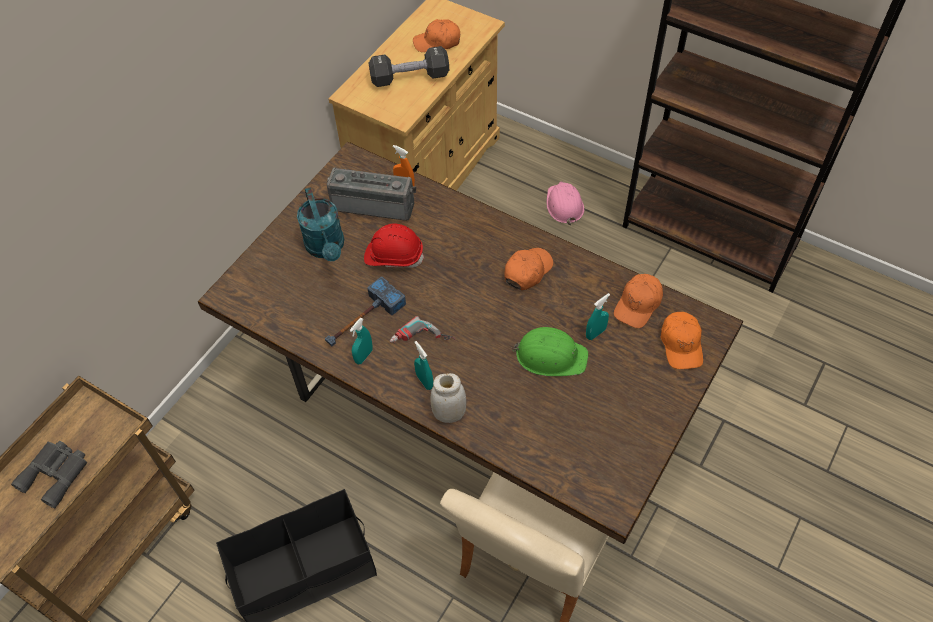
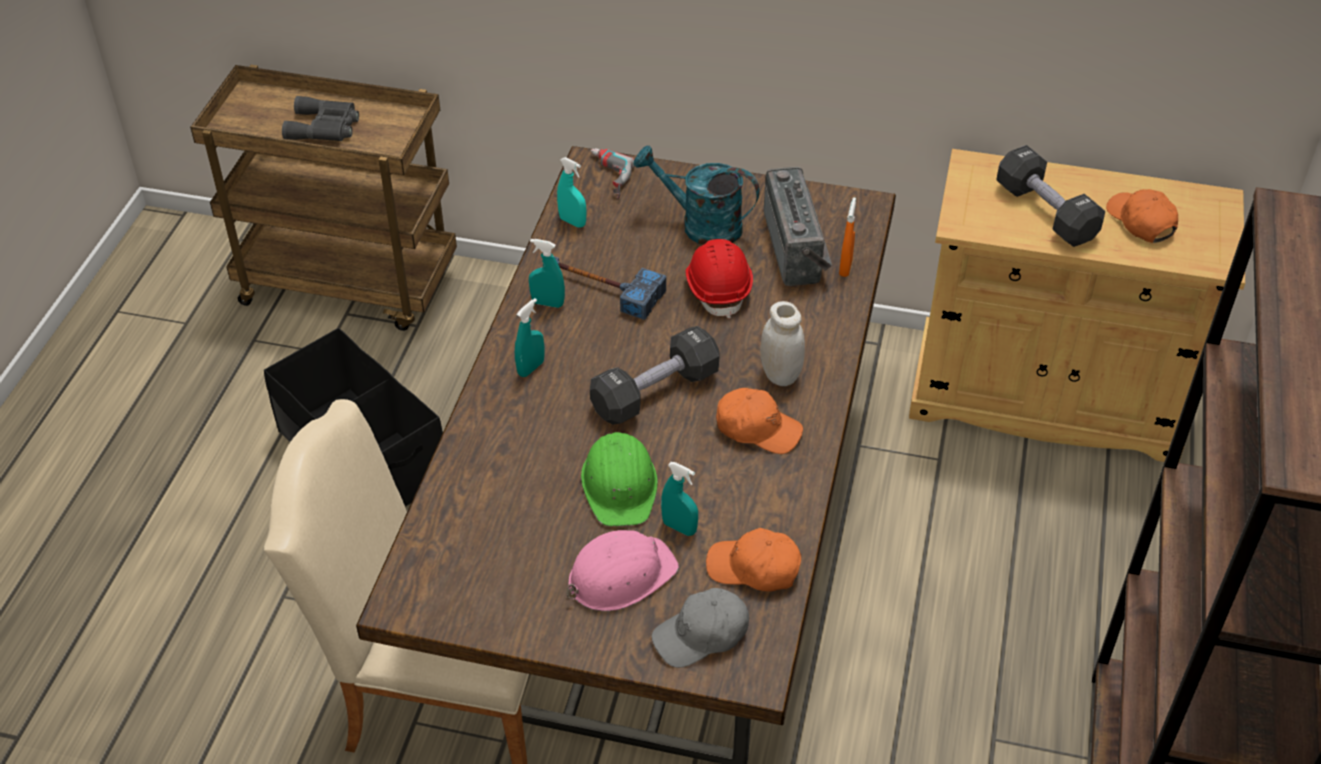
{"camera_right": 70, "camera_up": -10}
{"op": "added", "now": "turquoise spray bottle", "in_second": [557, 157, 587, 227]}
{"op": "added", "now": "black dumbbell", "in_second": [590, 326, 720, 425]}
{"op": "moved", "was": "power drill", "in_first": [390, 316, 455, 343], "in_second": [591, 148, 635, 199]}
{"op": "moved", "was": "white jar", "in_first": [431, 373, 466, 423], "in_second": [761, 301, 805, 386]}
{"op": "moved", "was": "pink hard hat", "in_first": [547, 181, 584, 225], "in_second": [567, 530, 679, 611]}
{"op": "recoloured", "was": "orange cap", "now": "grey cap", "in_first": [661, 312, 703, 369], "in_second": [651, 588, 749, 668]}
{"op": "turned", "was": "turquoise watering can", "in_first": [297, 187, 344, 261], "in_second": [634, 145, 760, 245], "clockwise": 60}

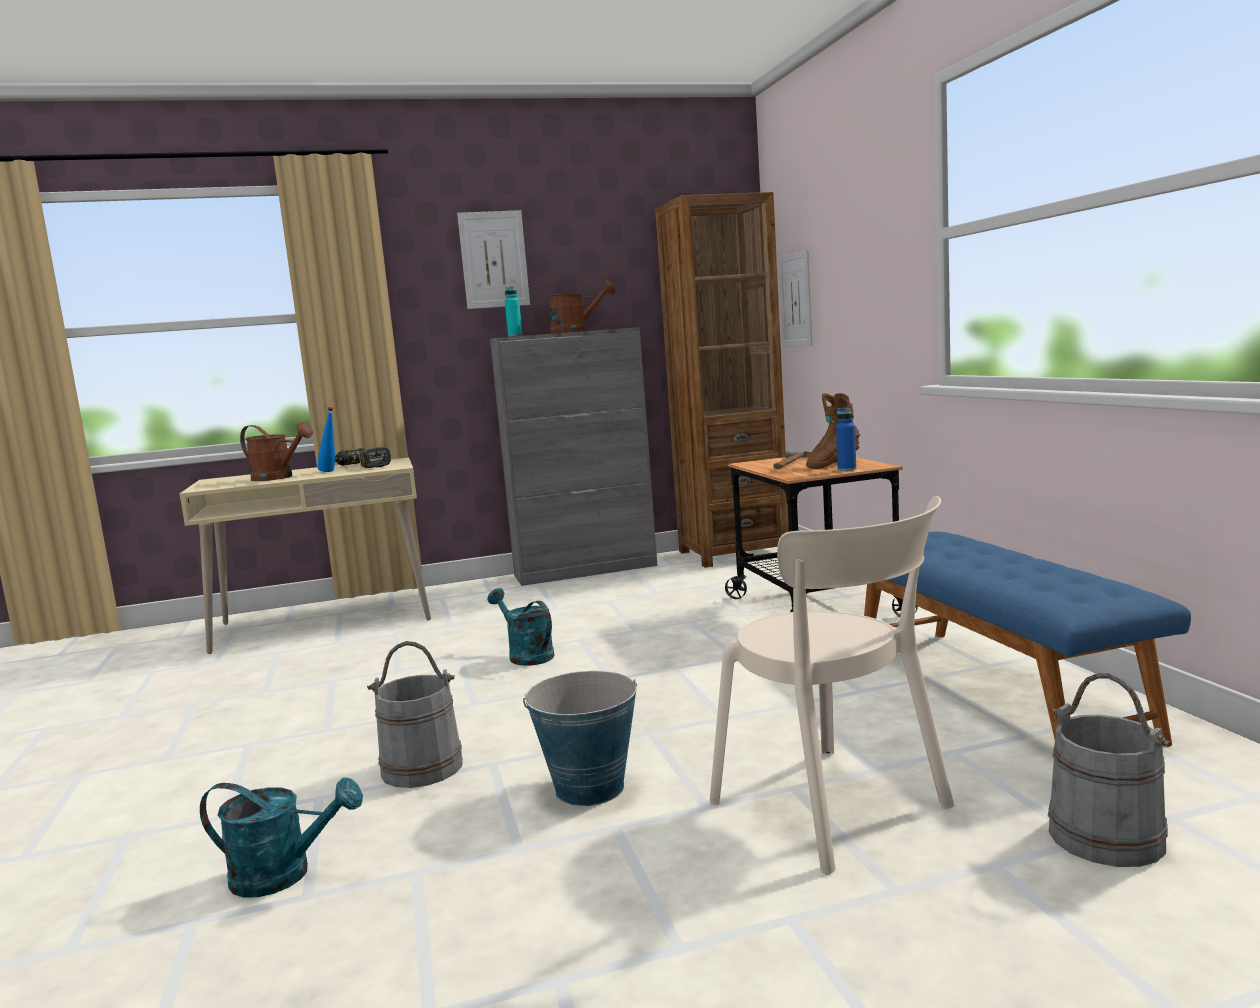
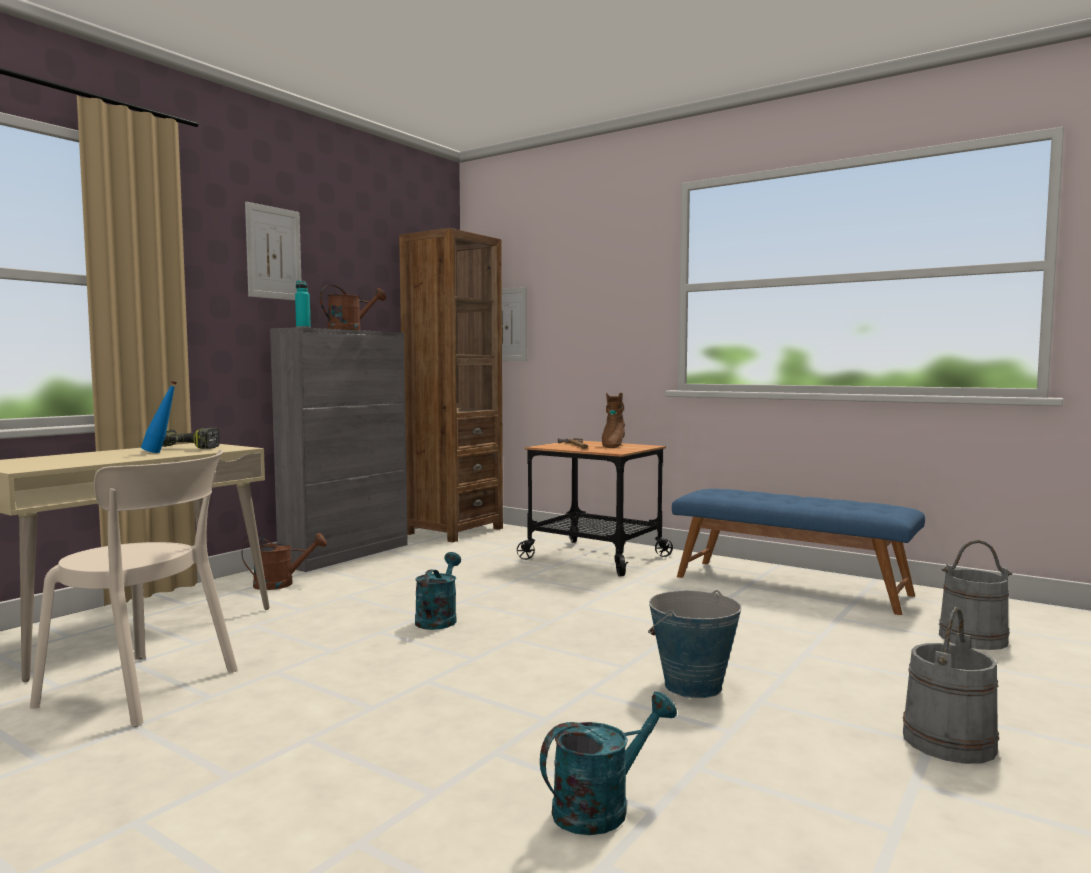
{"camera_right": -40, "camera_up": -5}
{"op": "removed", "was": "blue bottle", "in_first": [836, 408, 856, 471]}
{"op": "moved", "was": "brown watering can", "in_first": [240, 422, 313, 481], "in_second": [242, 533, 327, 590]}
{"op": "moved", "was": "grey bucket", "in_first": [367, 641, 463, 788], "in_second": [903, 607, 999, 764]}
{"op": "moved", "was": "beige chair", "in_first": [709, 496, 954, 874], "in_second": [30, 450, 238, 727]}
{"op": "turned", "was": "turquoise watering can", "in_first": [488, 588, 554, 666], "in_second": [415, 552, 461, 630], "clockwise": 90}

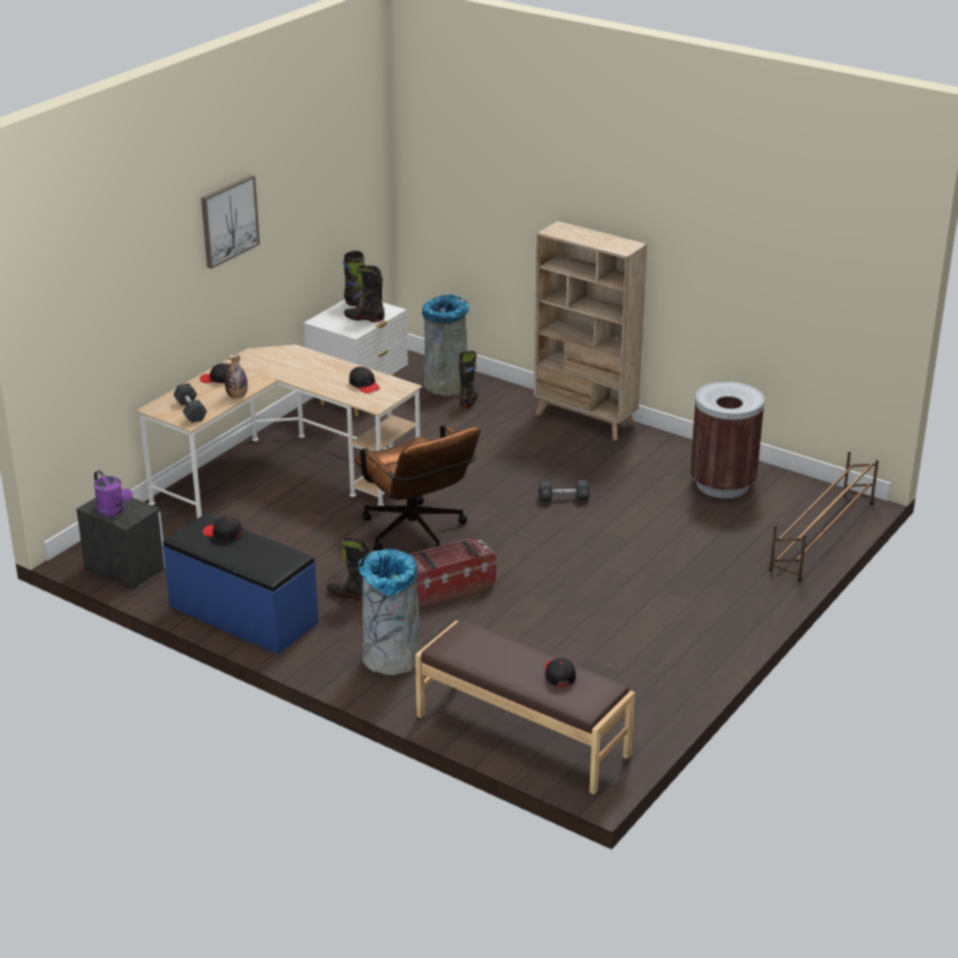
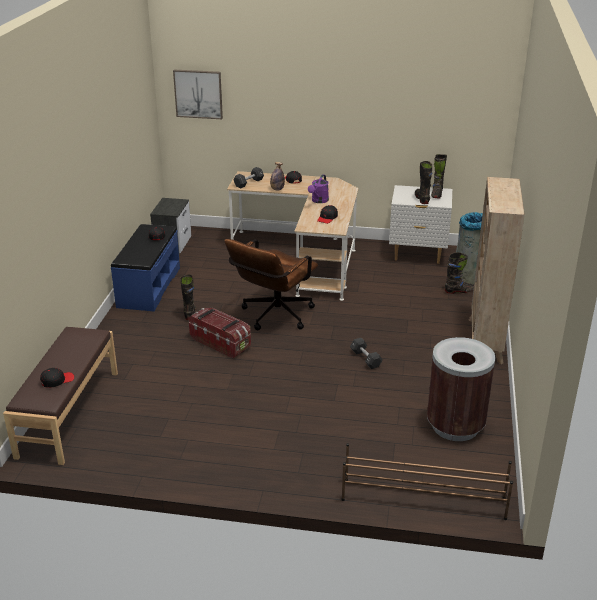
{"camera_right": 65, "camera_up": 0}
{"op": "removed", "was": "grey trash can", "in_first": [358, 549, 421, 675]}
{"op": "moved", "was": "purple watering can", "in_first": [94, 470, 133, 516], "in_second": [308, 174, 329, 203]}
{"op": "moved", "was": "picture", "in_first": [201, 175, 260, 269], "in_second": [173, 70, 223, 119]}

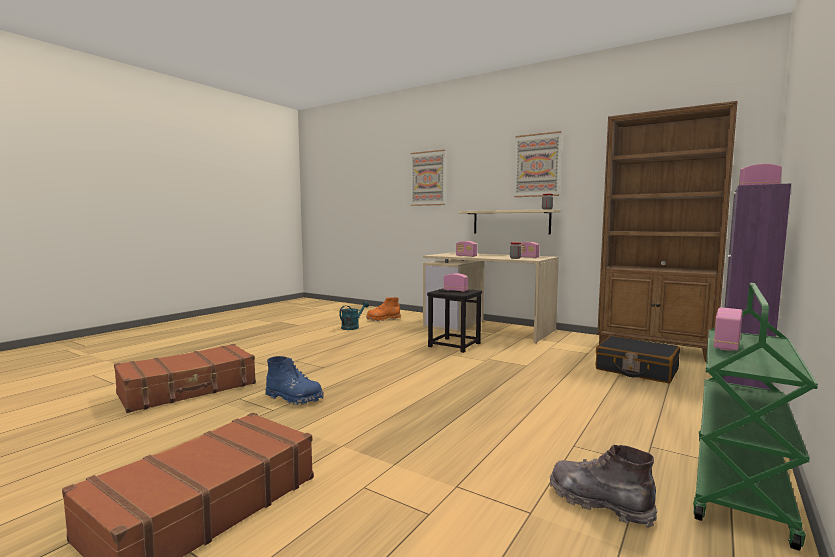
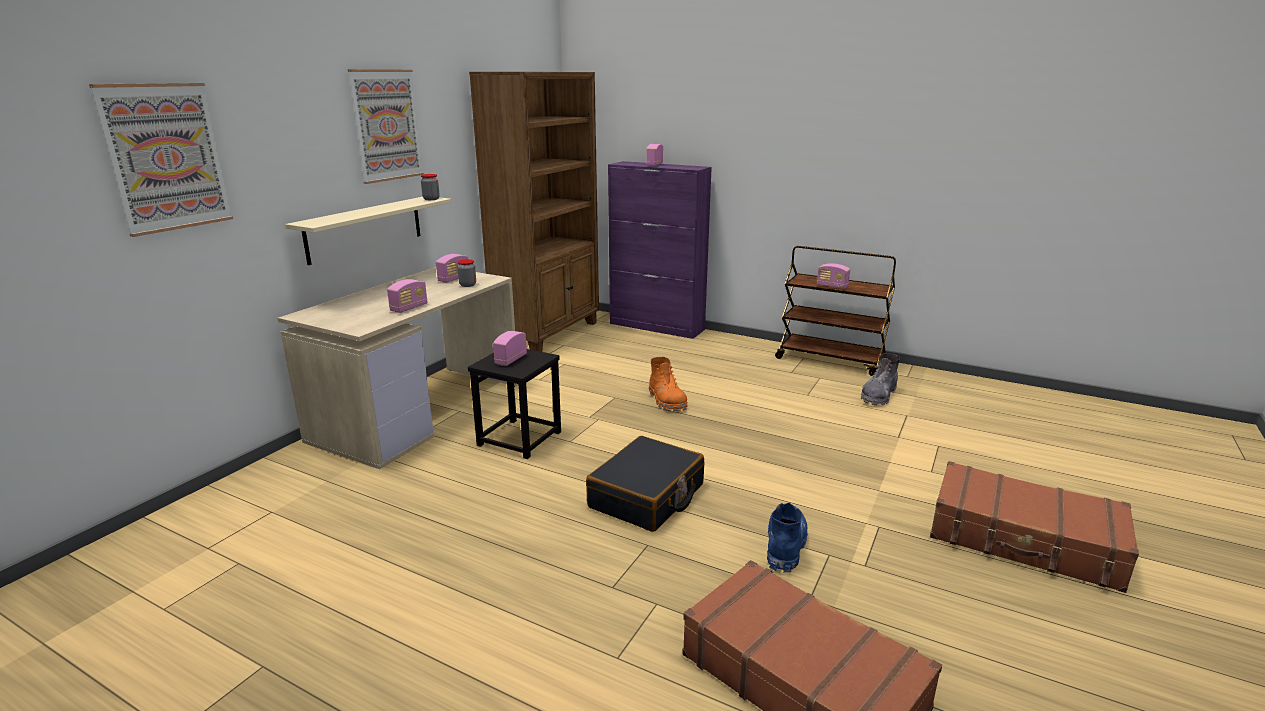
{"camera_right": -95, "camera_up": 15}
{"op": "removed", "was": "turquoise watering can", "in_first": [339, 301, 369, 330]}
{"op": "moved", "was": "orange boot", "in_first": [367, 297, 401, 321], "in_second": [649, 357, 688, 411]}
{"op": "moved", "was": "black suitcase", "in_first": [596, 336, 680, 383], "in_second": [586, 436, 704, 532]}
{"op": "recoloured", "was": "green cart", "now": "brown cart", "in_first": [693, 283, 818, 551], "in_second": [775, 246, 896, 376]}

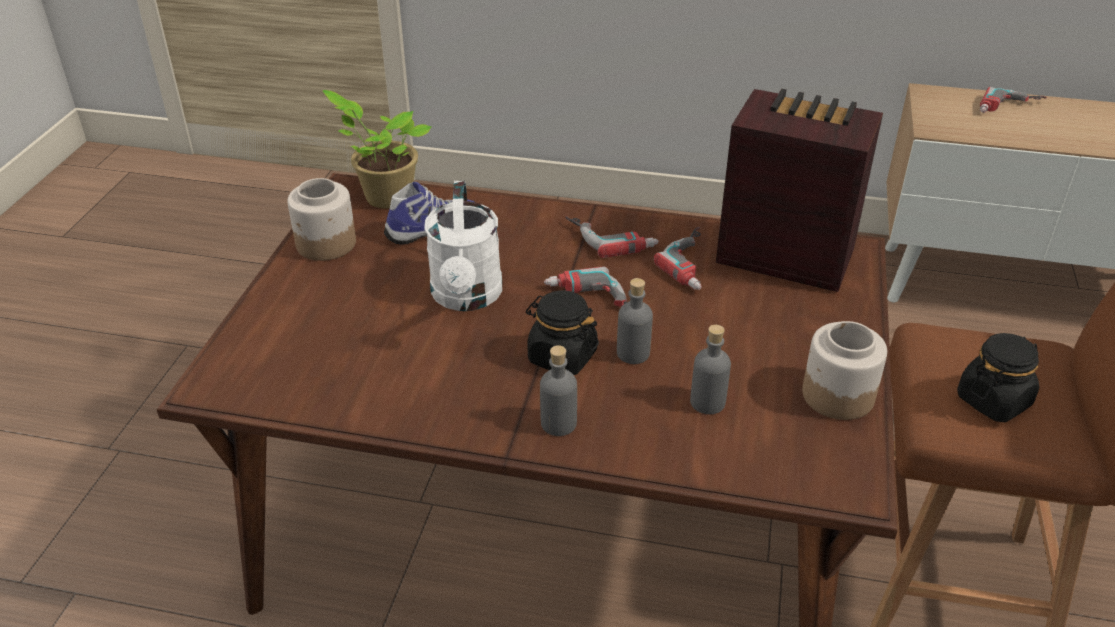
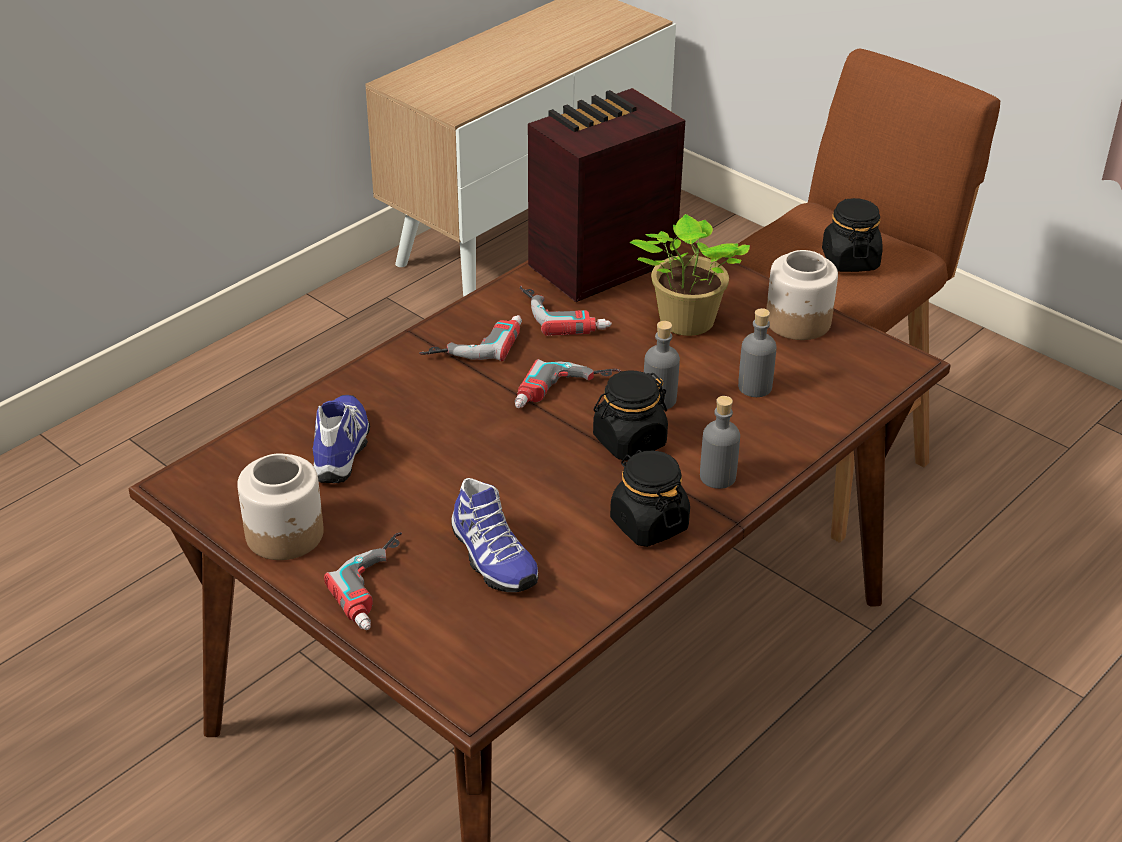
{"camera_right": -60, "camera_up": 0}
{"op": "removed", "was": "white watering can", "in_first": [424, 181, 502, 311]}
{"op": "added", "now": "shoe", "in_second": [452, 478, 538, 592]}
{"op": "added", "now": "black jar", "in_second": [610, 450, 690, 547]}
{"op": "moved", "was": "potted plant", "in_first": [323, 90, 432, 208], "in_second": [629, 214, 750, 336]}
{"op": "moved", "was": "power drill", "in_first": [980, 86, 1047, 113], "in_second": [324, 532, 402, 630]}

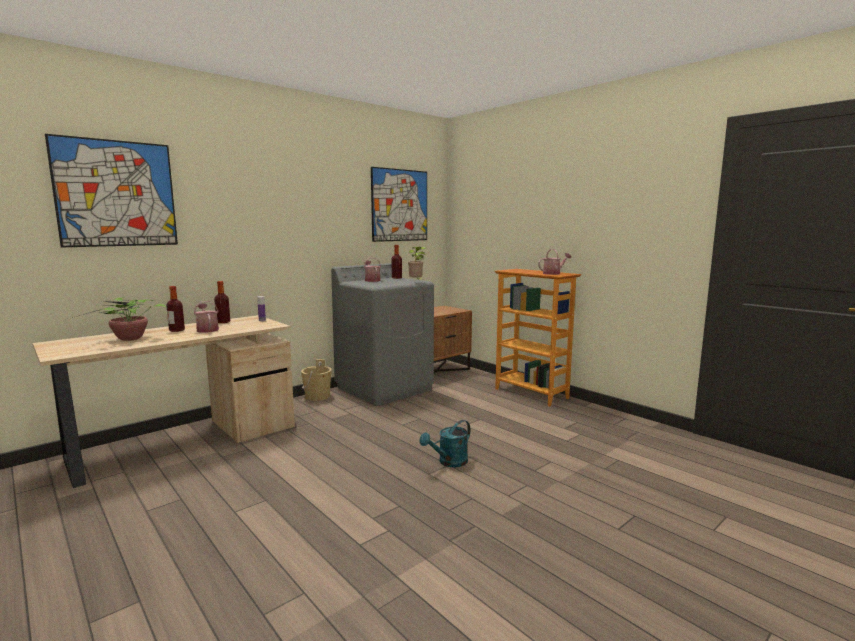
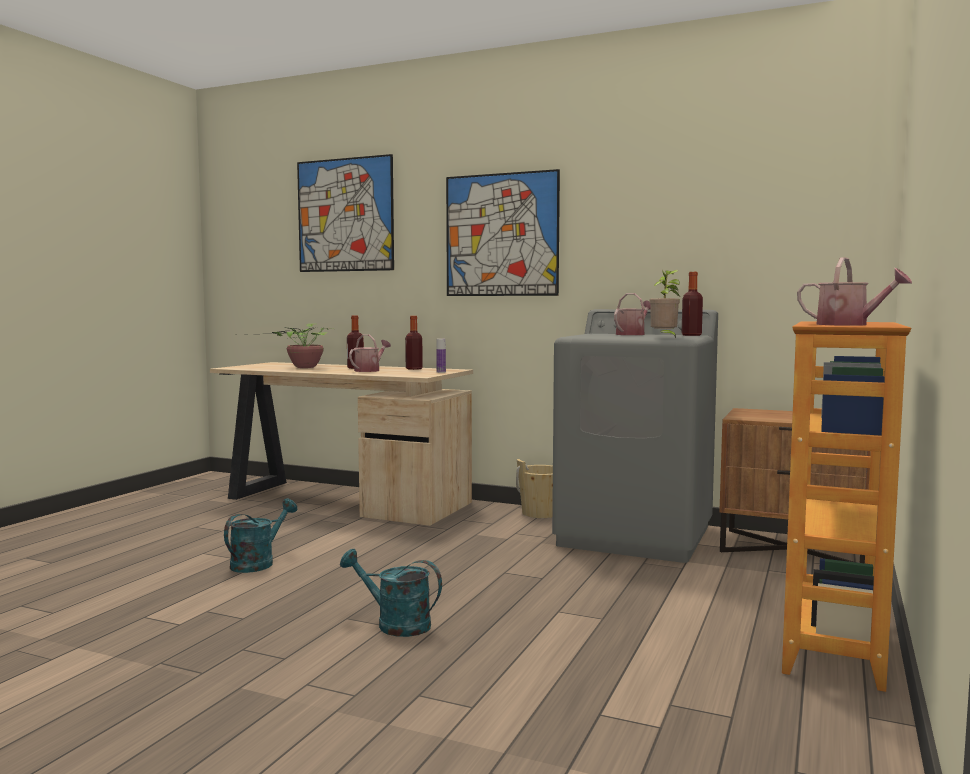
{"camera_right": 65, "camera_up": -5}
{"op": "added", "now": "turquoise watering can", "in_second": [224, 498, 297, 573]}
{"op": "moved", "was": "picture", "in_first": [371, 167, 427, 242], "in_second": [446, 169, 560, 296]}

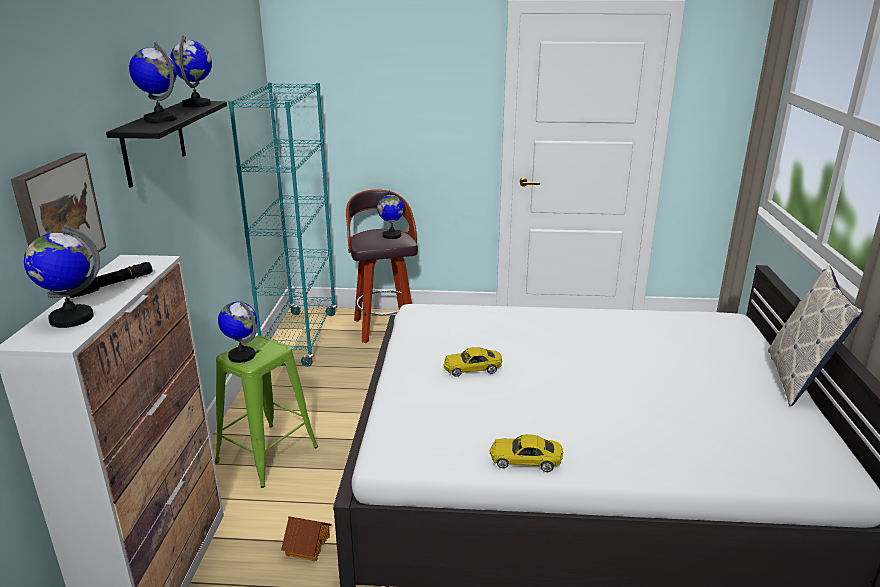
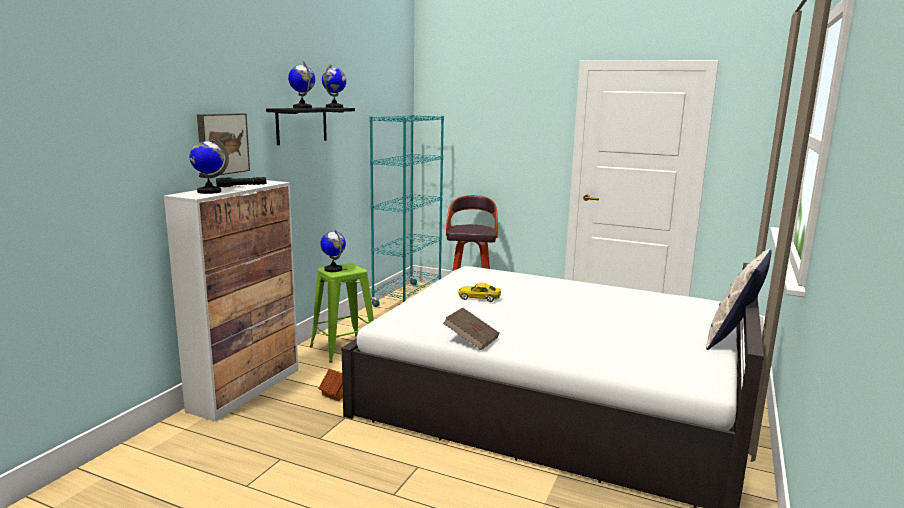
{"camera_right": 20, "camera_up": -10}
{"op": "removed", "was": "globe", "in_first": [377, 190, 404, 239]}
{"op": "replaced", "was": "yellow toy car", "now": "brown book", "in_first": [490, 434, 563, 472], "in_second": [443, 308, 499, 350]}

